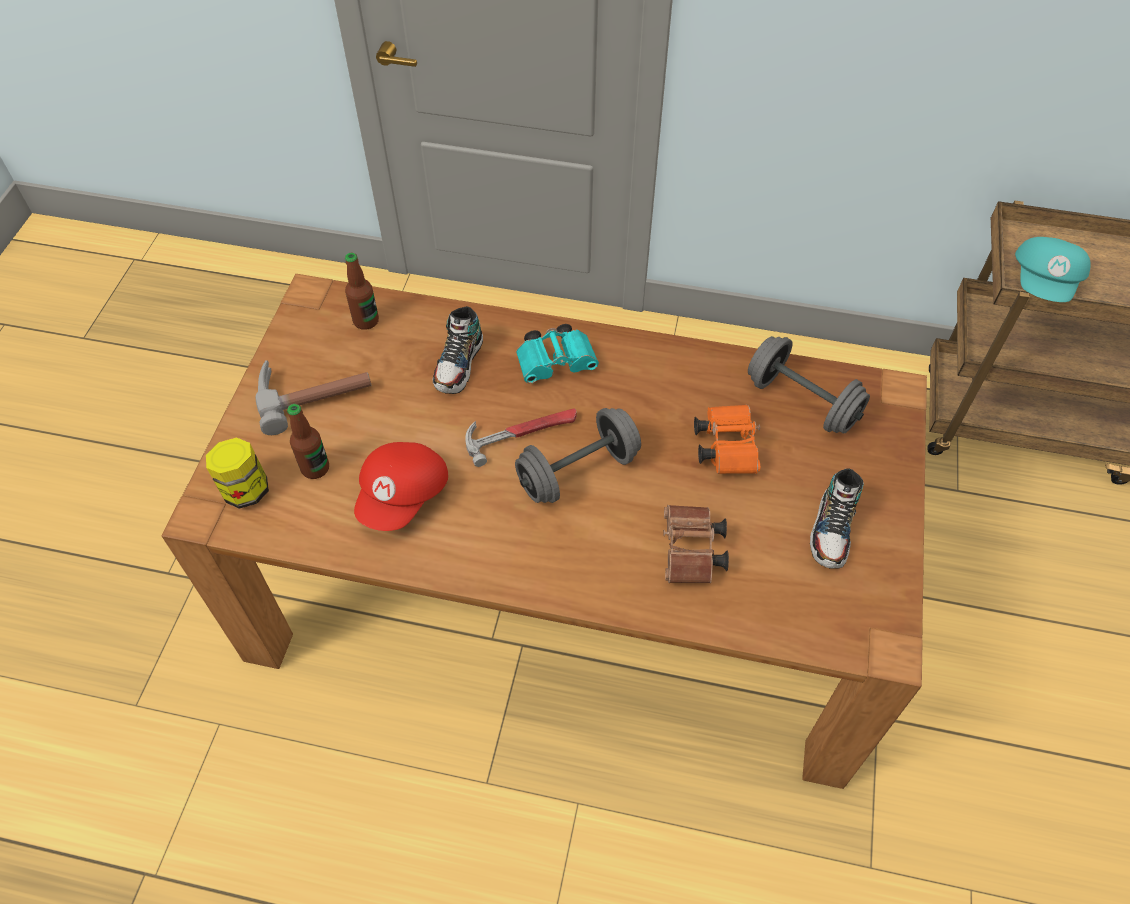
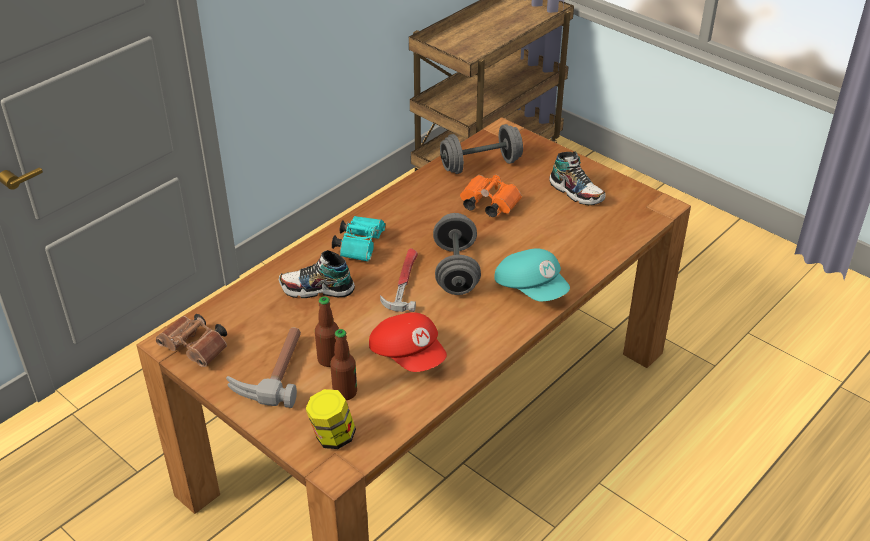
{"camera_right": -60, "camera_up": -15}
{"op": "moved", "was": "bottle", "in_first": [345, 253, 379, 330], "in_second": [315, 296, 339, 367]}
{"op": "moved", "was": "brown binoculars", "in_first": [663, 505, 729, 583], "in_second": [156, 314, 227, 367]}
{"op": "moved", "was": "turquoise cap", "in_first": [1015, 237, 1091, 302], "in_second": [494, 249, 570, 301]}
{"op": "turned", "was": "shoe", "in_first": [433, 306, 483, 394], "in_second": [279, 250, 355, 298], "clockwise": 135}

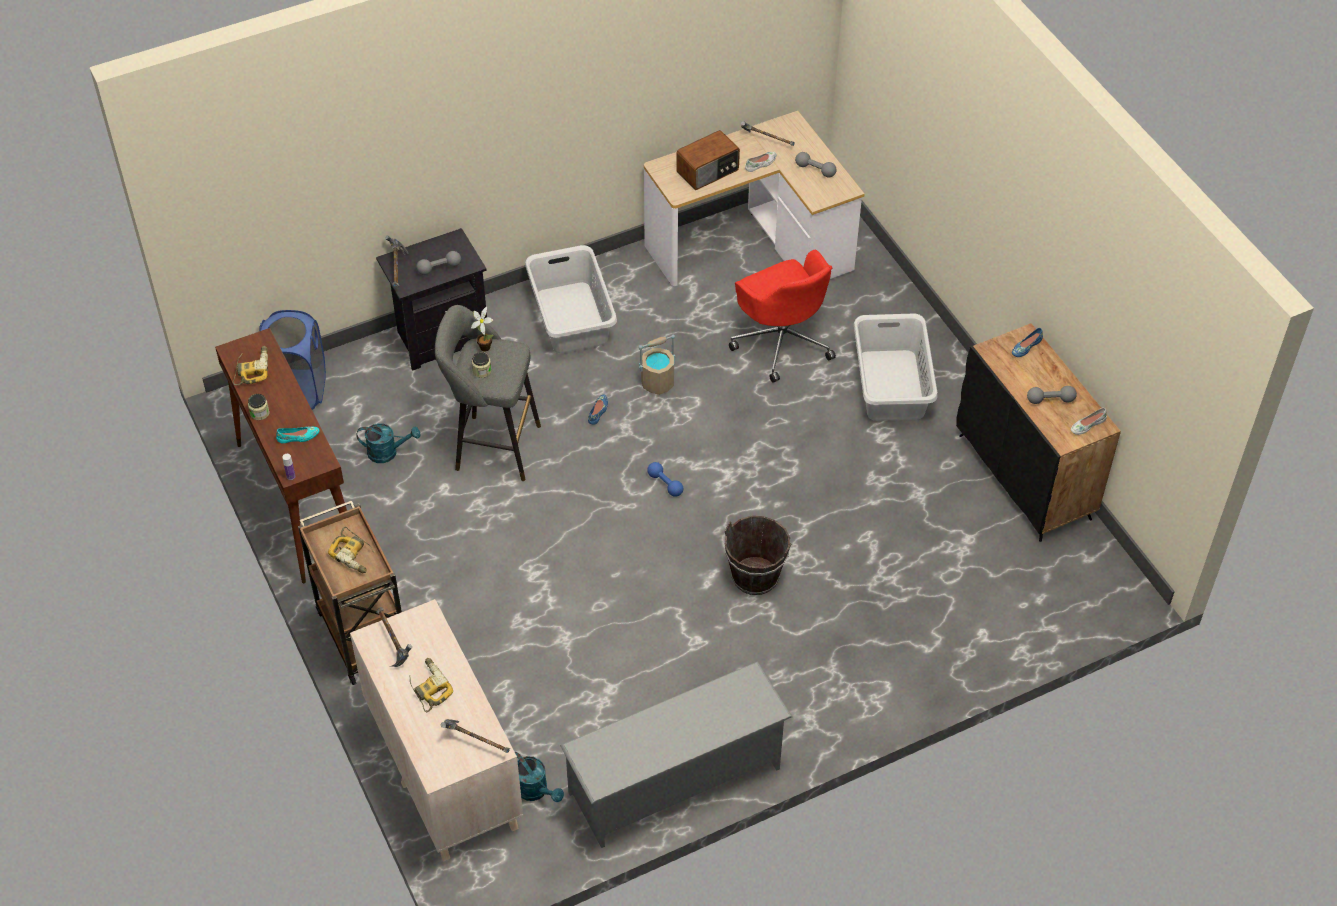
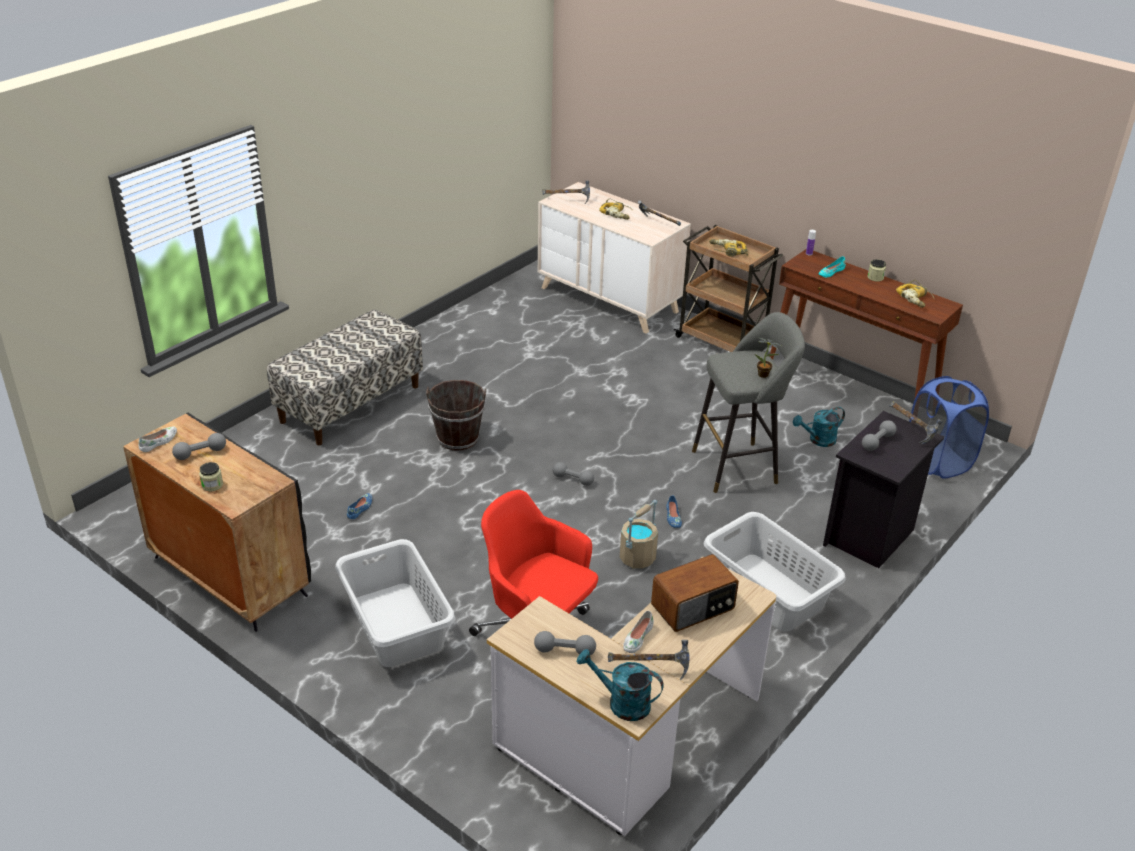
{"camera_right": 155, "camera_up": -15}
{"op": "removed", "was": "grey shoe rack", "in_first": [560, 661, 792, 848]}
{"op": "added", "now": "bench", "in_second": [267, 309, 423, 445]}
{"op": "moved", "was": "jar", "in_first": [472, 352, 491, 378], "in_second": [199, 462, 223, 491]}
{"op": "moved", "was": "turquoise watering can", "in_first": [515, 752, 564, 802], "in_second": [577, 649, 664, 721]}
{"op": "moved", "was": "blue shoe", "in_first": [1012, 328, 1043, 357], "in_second": [347, 493, 372, 519]}
{"op": "recoloured", "was": "blue dumbbell", "now": "grey dumbbell", "in_first": [647, 462, 683, 497], "in_second": [552, 462, 594, 486]}
{"op": "turned", "was": "radio", "in_first": [676, 130, 740, 190], "in_second": [651, 554, 739, 632], "clockwise": -150}

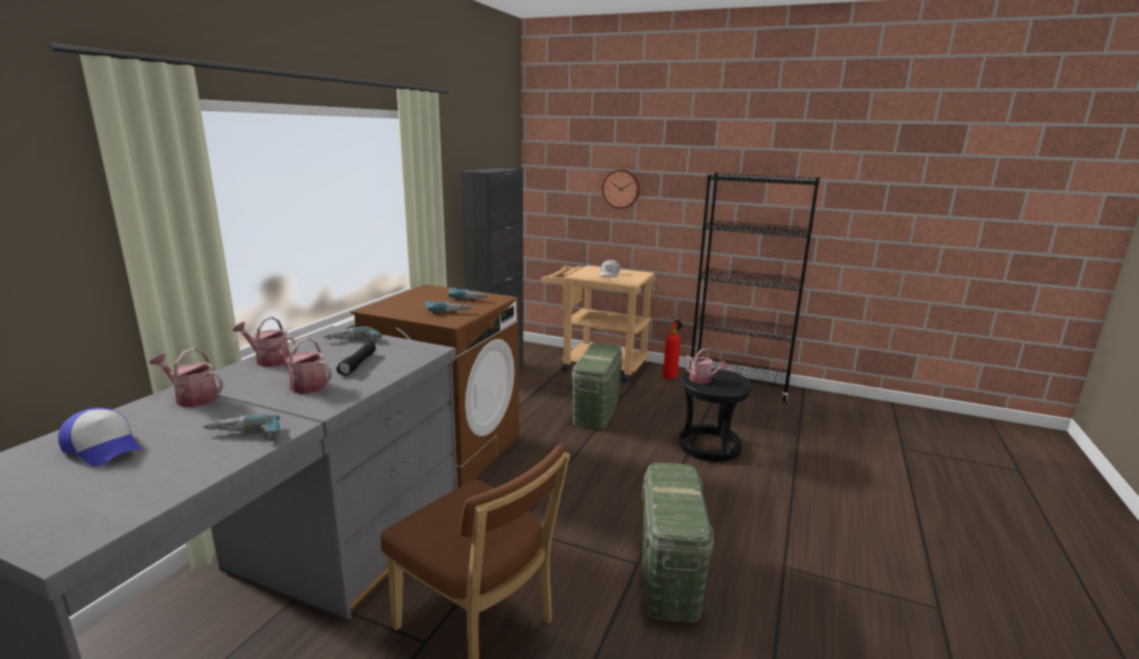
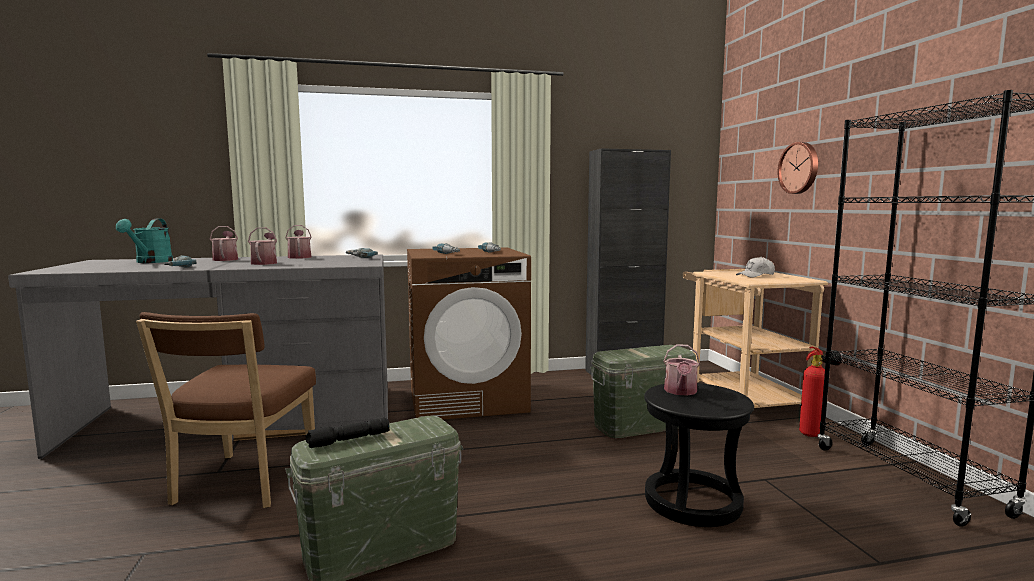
{"camera_right": 55, "camera_up": -10}
{"op": "moved", "was": "black flashlight", "in_first": [337, 342, 376, 375], "in_second": [306, 418, 390, 448]}
{"op": "replaced", "was": "cap", "now": "turquoise watering can", "in_first": [58, 408, 142, 467], "in_second": [116, 218, 173, 263]}

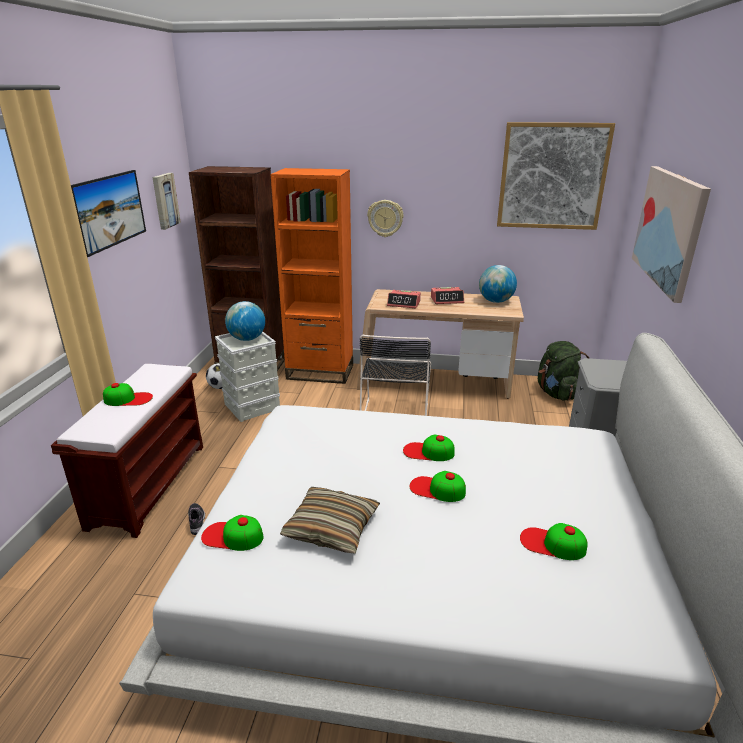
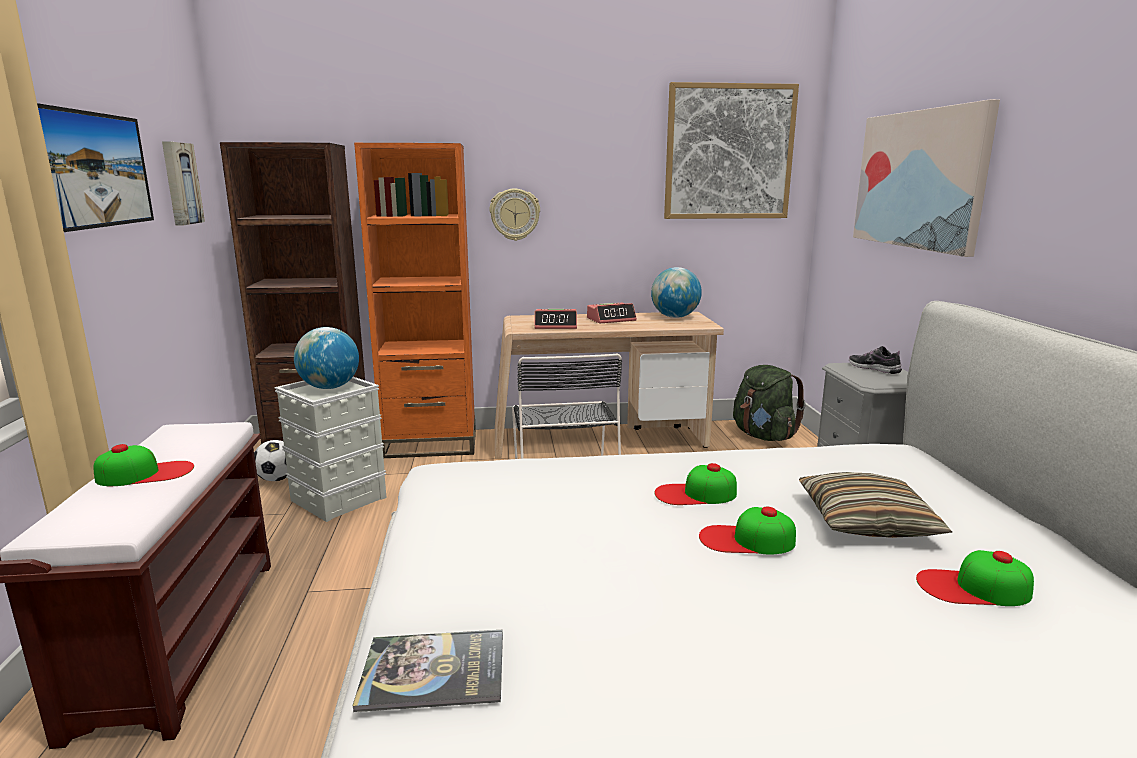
{"camera_right": -15, "camera_up": -10}
{"op": "moved", "was": "shoe", "in_first": [188, 503, 205, 535], "in_second": [849, 346, 902, 374]}
{"op": "moved", "was": "pillow", "in_first": [280, 487, 380, 554], "in_second": [799, 472, 952, 538]}
{"op": "replaced", "was": "cap", "now": "book", "in_first": [201, 515, 264, 551], "in_second": [352, 630, 503, 712]}

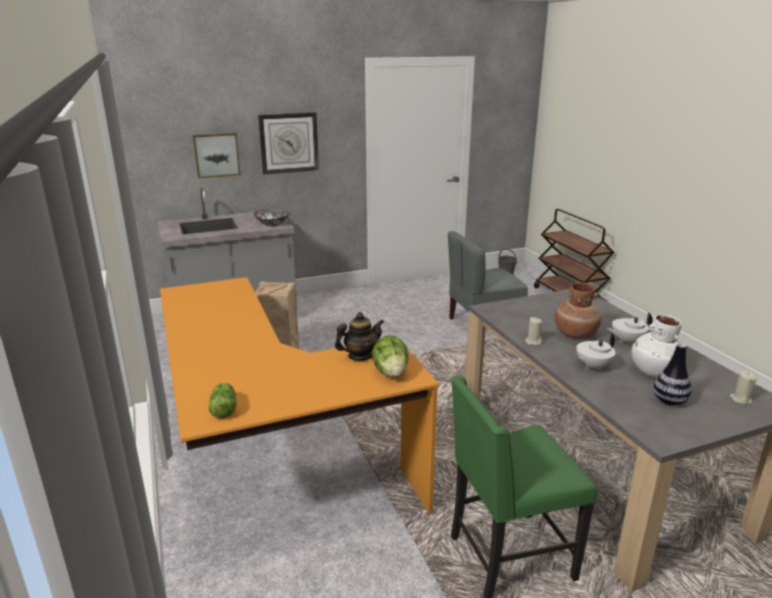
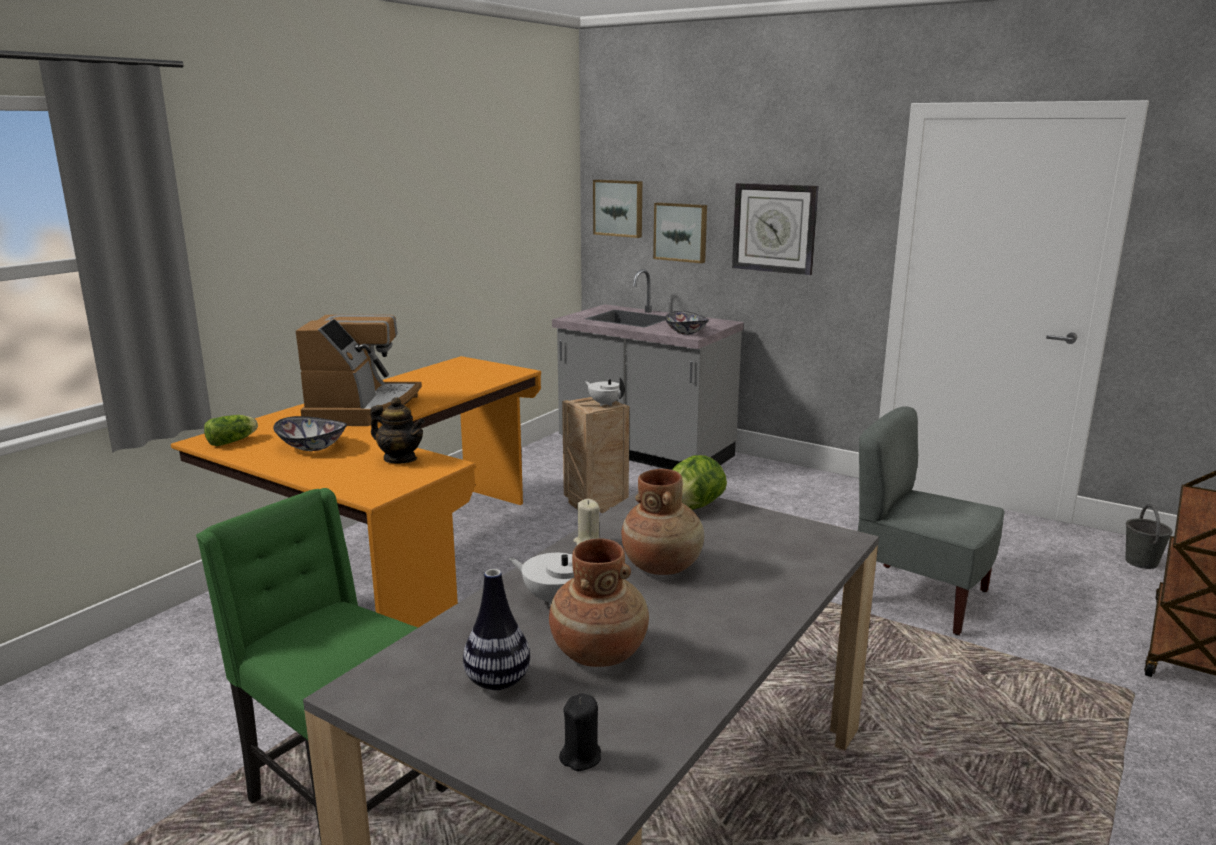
{"camera_right": 55, "camera_up": -5}
{"op": "added", "now": "bowl", "in_second": [273, 416, 347, 451]}
{"op": "added", "now": "coffee machine", "in_second": [296, 315, 422, 426]}
{"op": "added", "now": "picture", "in_second": [593, 180, 642, 238]}
{"op": "moved", "was": "lettuce", "in_first": [372, 335, 409, 378], "in_second": [672, 455, 727, 510]}
{"op": "moved", "was": "white teapot", "in_first": [606, 312, 653, 345], "in_second": [585, 377, 625, 406]}
{"op": "recoloured", "was": "white vase", "now": "brown vase", "in_first": [631, 314, 682, 378], "in_second": [549, 538, 649, 667]}
{"op": "recoloured", "was": "beige candle", "now": "black candle", "in_first": [729, 370, 757, 405], "in_second": [559, 693, 601, 771]}

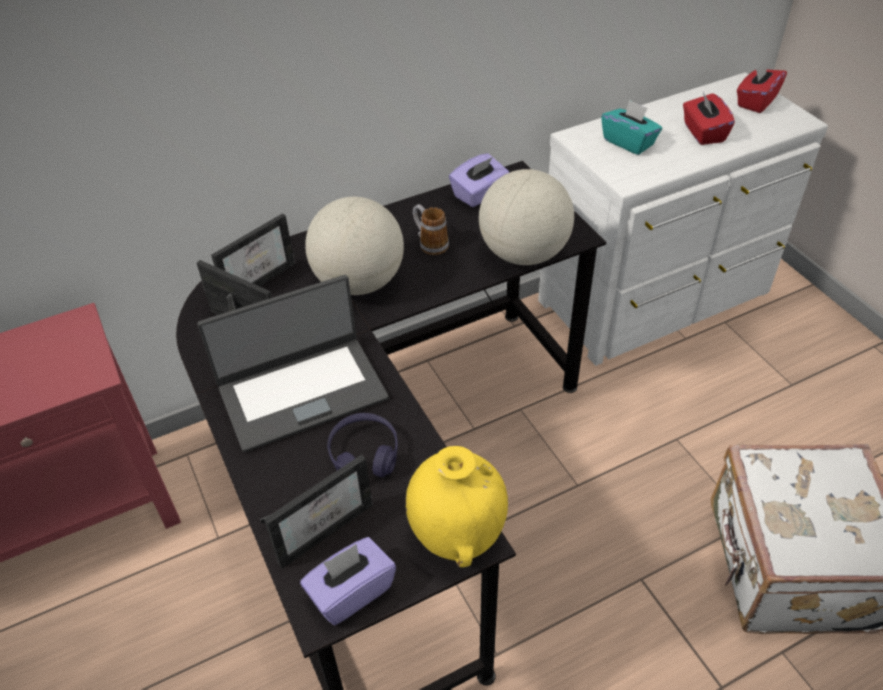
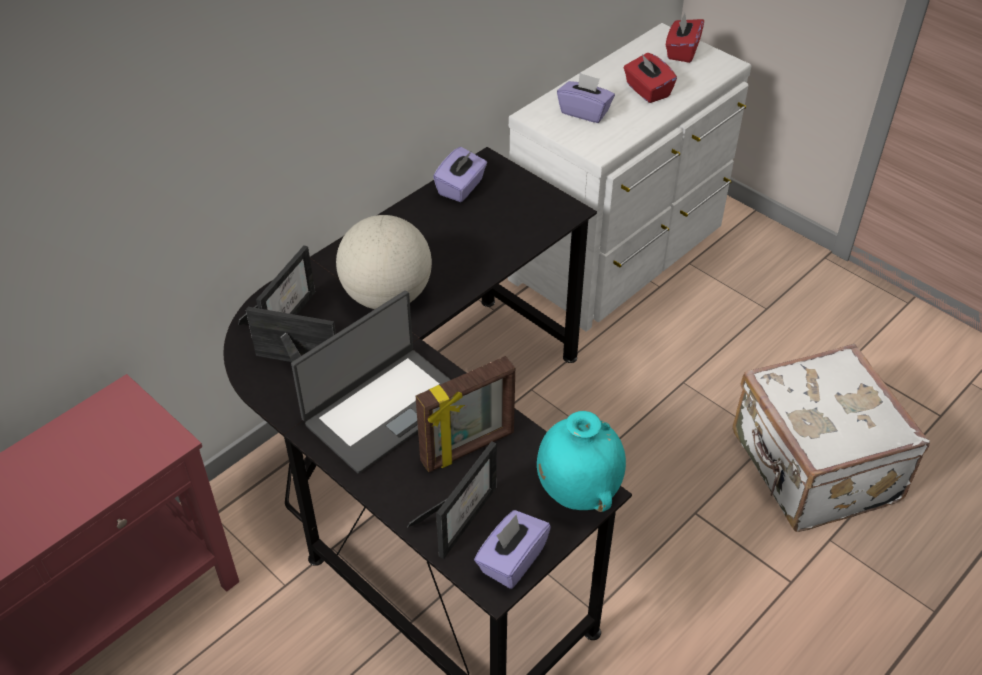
{"camera_right": -20, "camera_up": 0}
{"op": "removed", "was": "mug", "in_first": [413, 204, 449, 255]}
{"op": "removed", "was": "globe", "in_first": [479, 169, 574, 265]}
{"op": "replaced", "was": "purple headphones", "now": "picture frame", "in_first": [327, 413, 398, 477], "in_second": [416, 356, 515, 472]}
{"op": "recoloured", "was": "yellow vase", "now": "turquoise vase", "in_first": [405, 446, 508, 567], "in_second": [537, 411, 626, 512]}
{"op": "recoloured", "was": "turquoise tissue box", "now": "purple tissue box", "in_first": [601, 99, 662, 155], "in_second": [557, 73, 615, 123]}

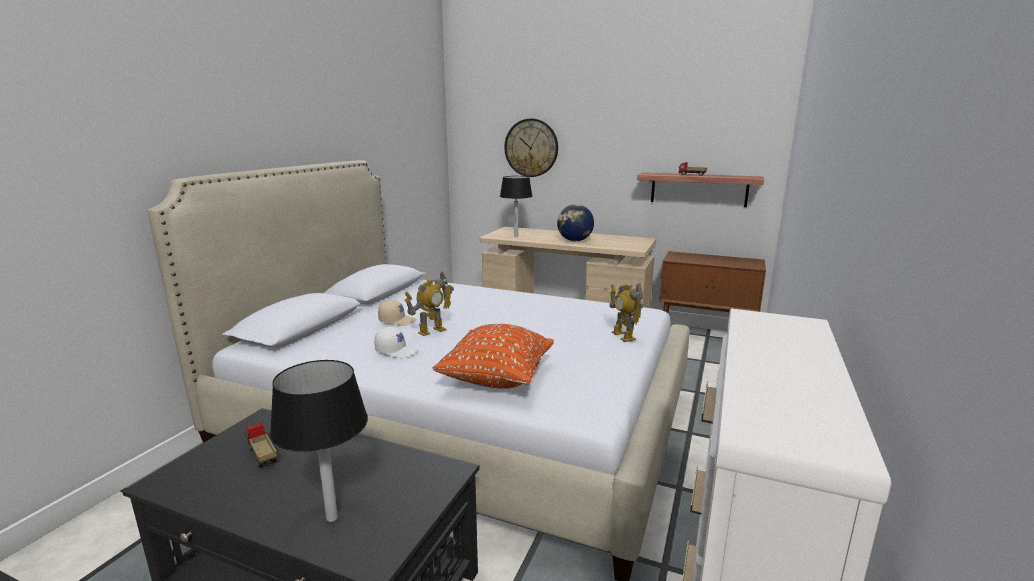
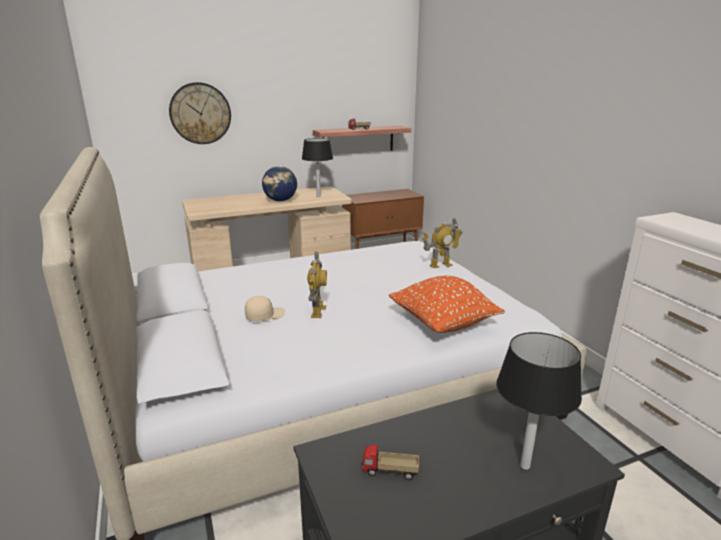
{"camera_right": -45, "camera_up": 5}
{"op": "removed", "was": "white cap", "in_first": [374, 327, 417, 358]}
{"op": "moved", "was": "black table lamp", "in_first": [500, 176, 533, 237], "in_second": [302, 138, 333, 197]}
{"op": "turned", "was": "toy robot", "in_first": [610, 283, 643, 342], "in_second": [422, 218, 463, 268], "clockwise": -45}

